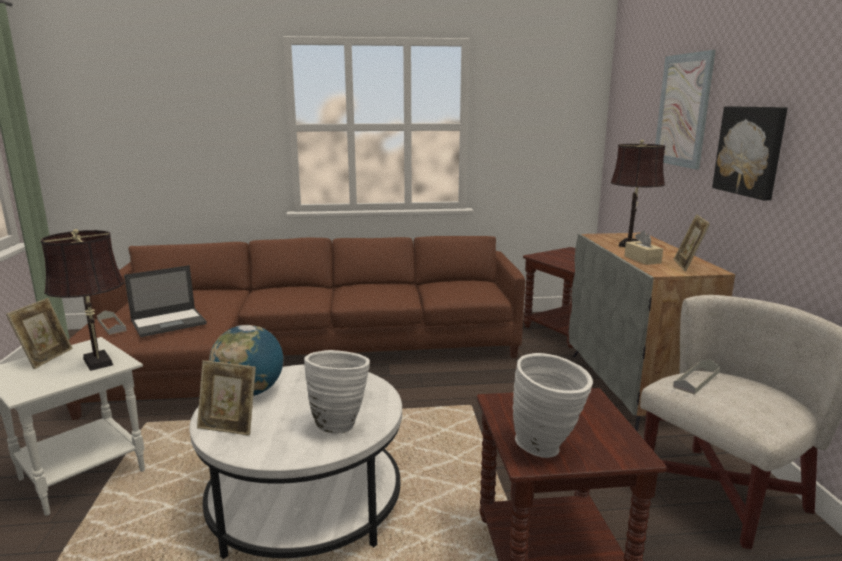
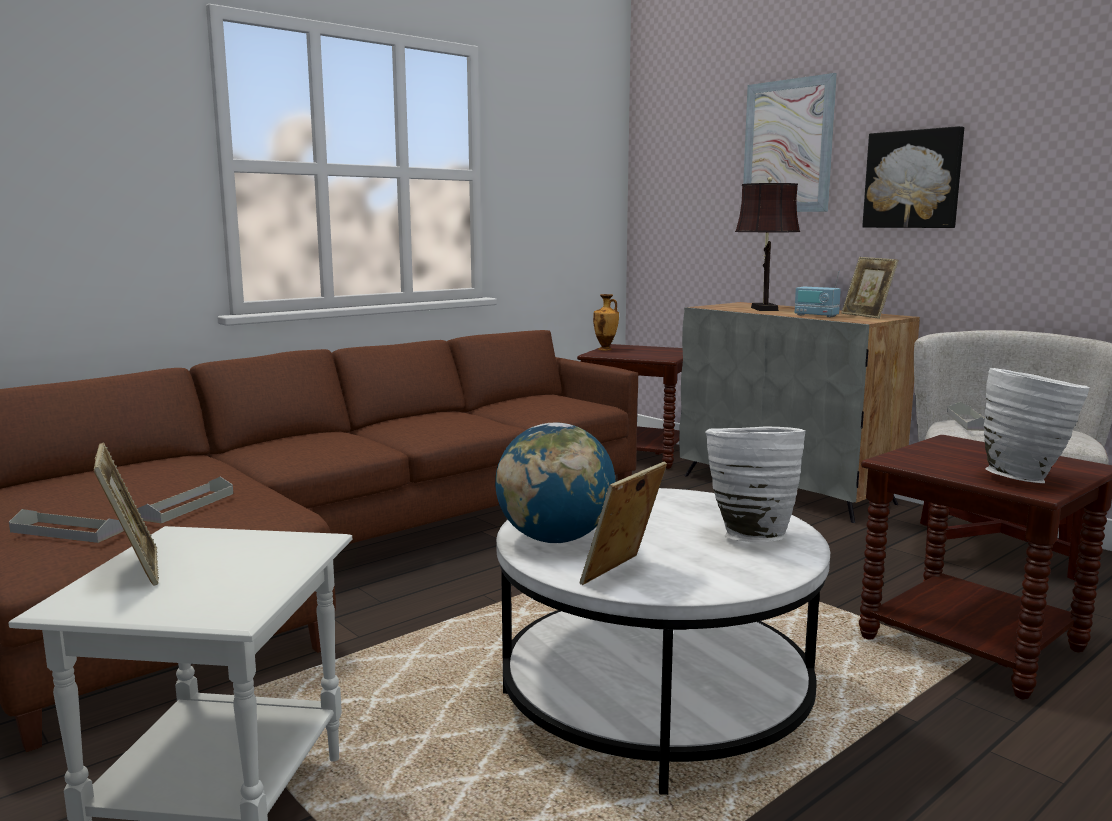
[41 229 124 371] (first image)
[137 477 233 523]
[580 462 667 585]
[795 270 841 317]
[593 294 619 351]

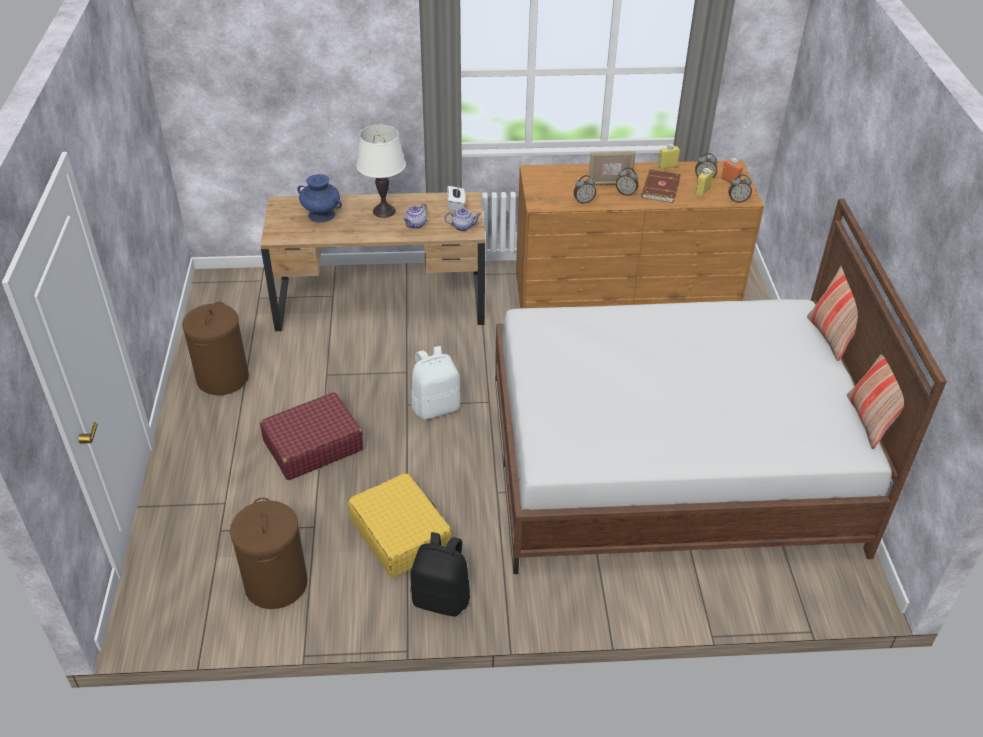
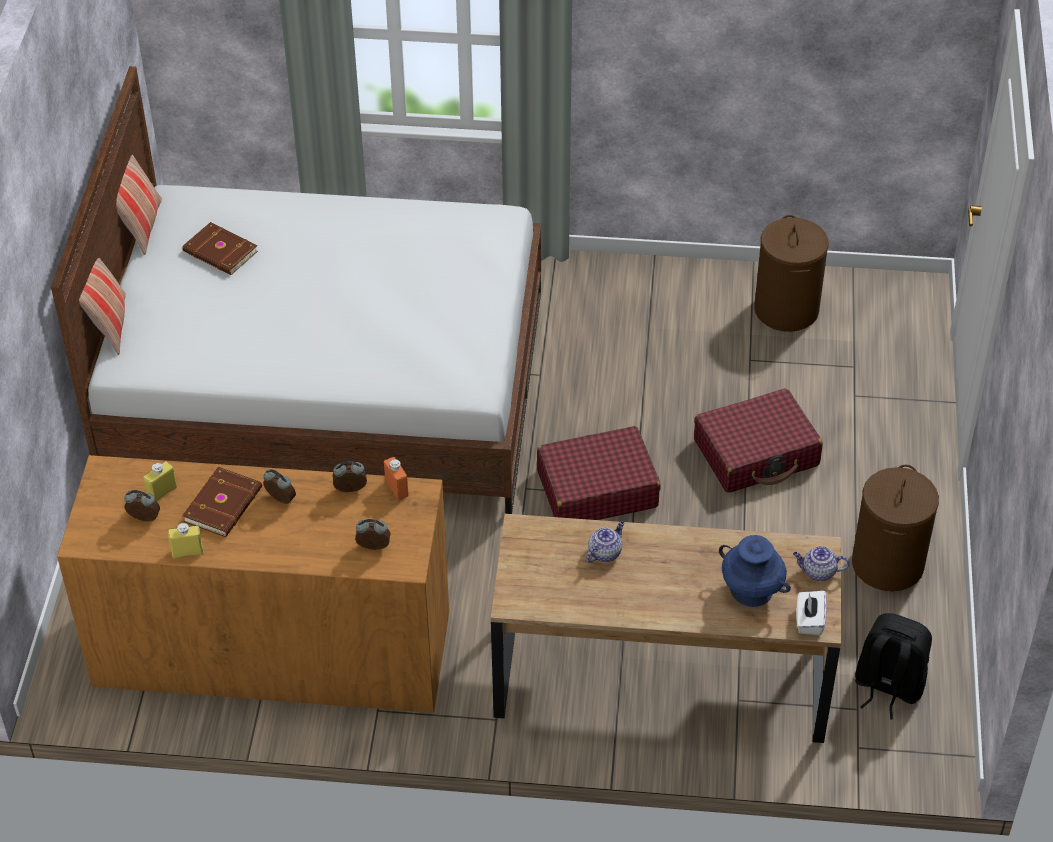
[348 473 452 578] (first image)
[356 125 406 218] (first image)
[855 613 932 719]
[537 426 660 520]
[793 546 850 581]
[796 591 826 635]
[589 151 636 186] (first image)
[384 457 409 500]
[355 519 391 550]
[182 222 258 275]

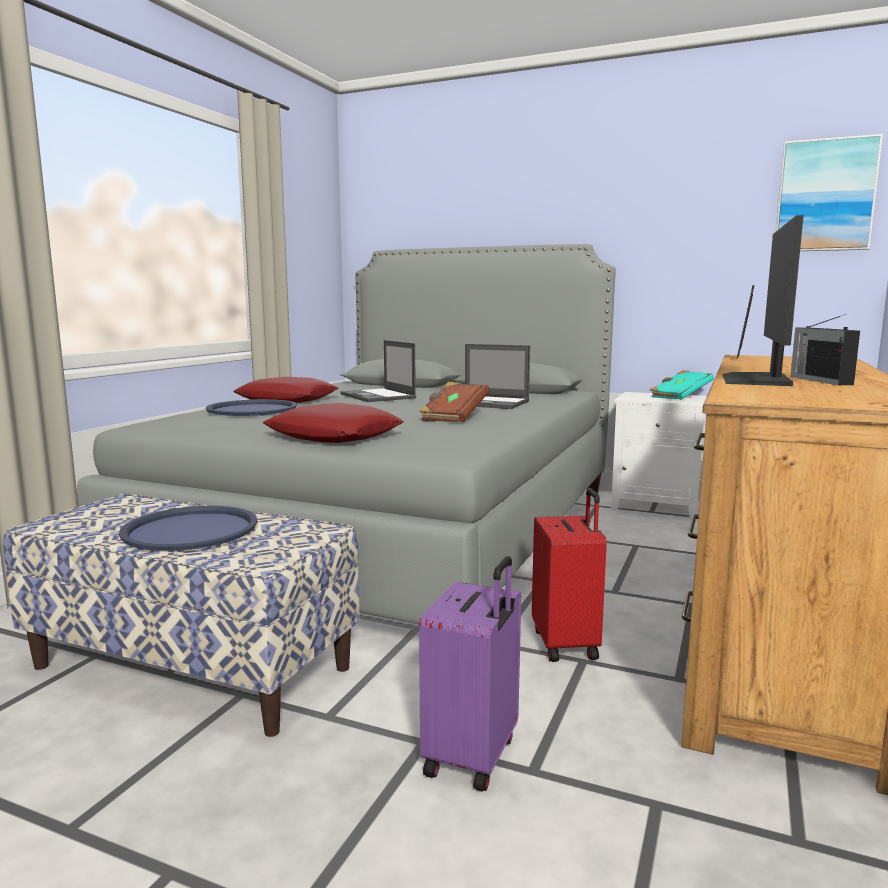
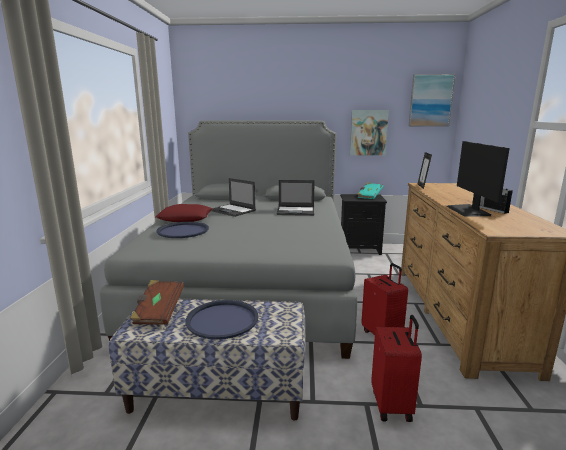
[262 403 404 443] (first image)
[130 280 184 325]
[371 315 422 422]
[340 194 387 255]
[350 110 389 156]

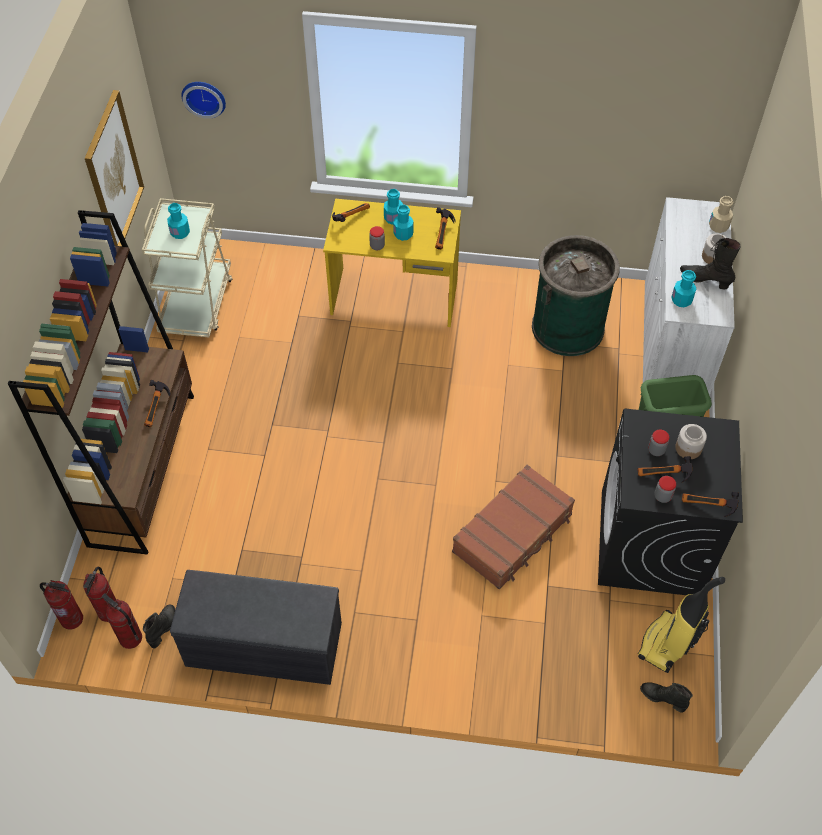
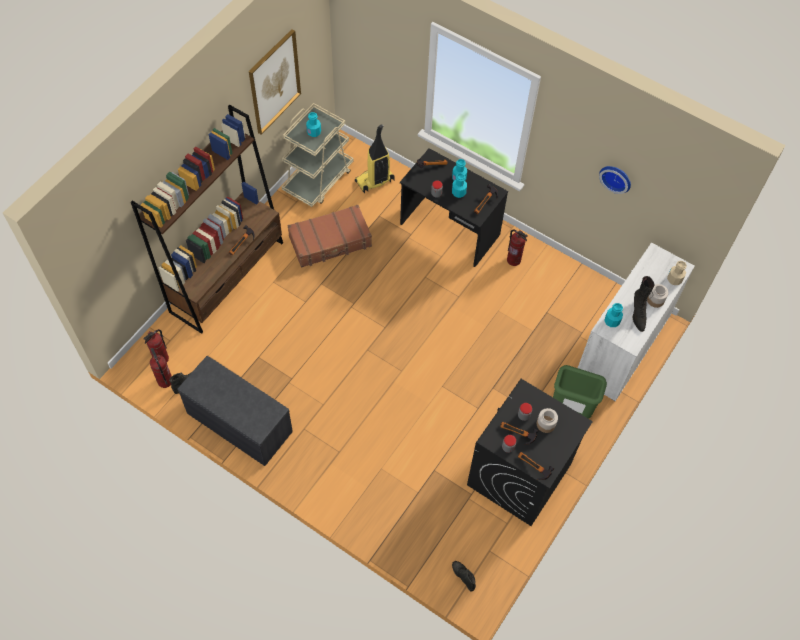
[507 229 528 266]
[599 166 631 194]
[400 148 508 267]
[287 205 372 268]
[532 235 620 356] (first image)
[355 124 395 193]
[633 276 655 332]

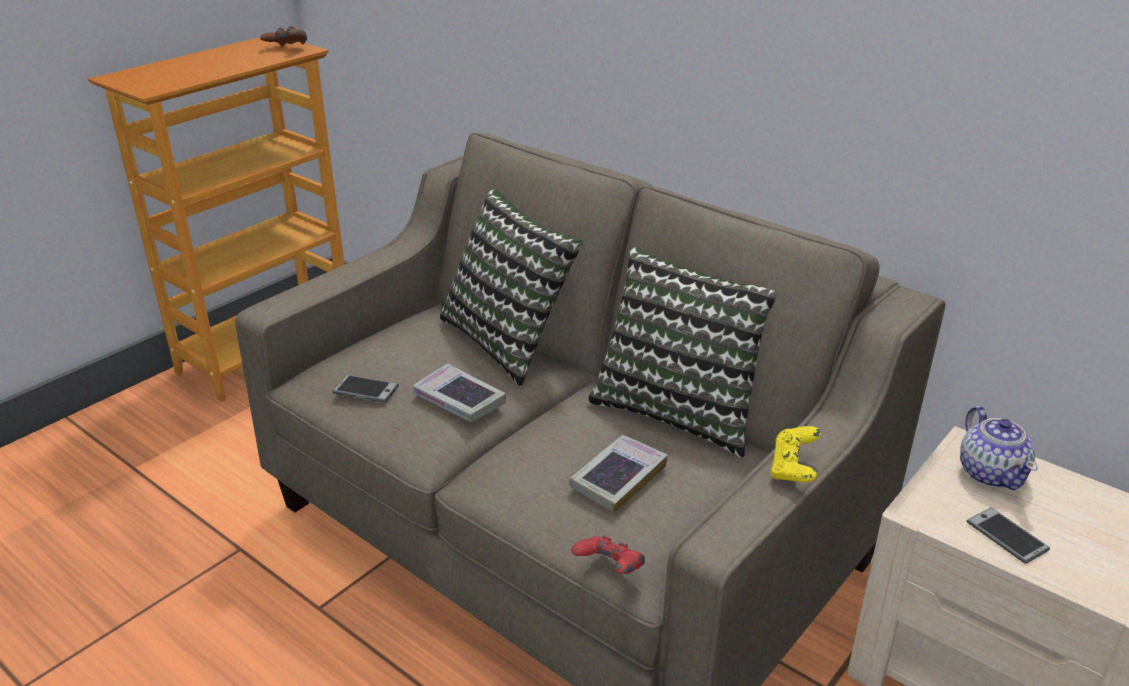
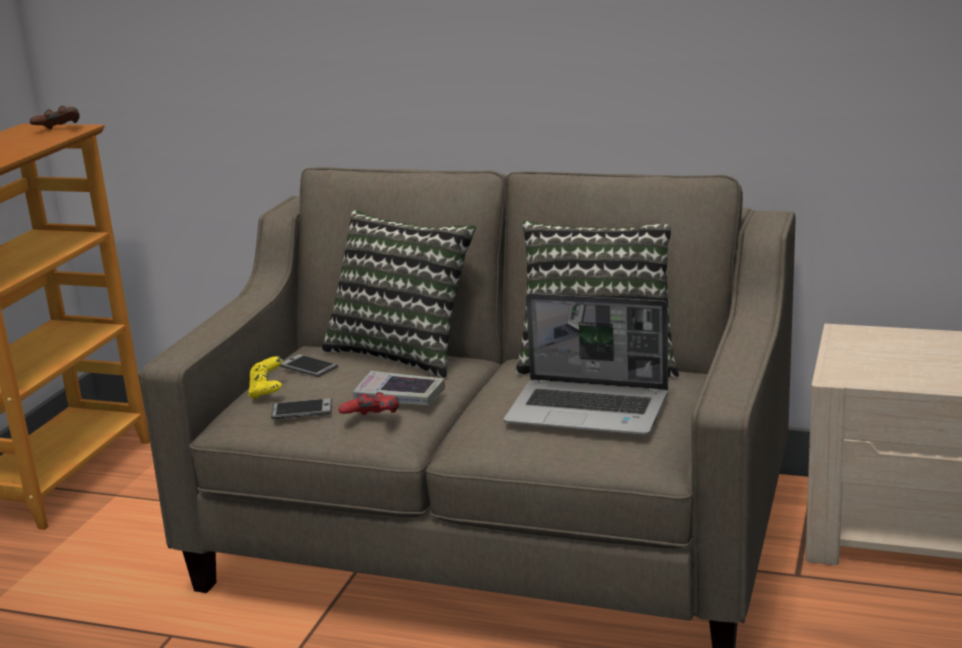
[504 293 668 435]
[338 392 399 415]
[248 356 283 399]
[960 406 1038 490] (first image)
[280 354 338 377]

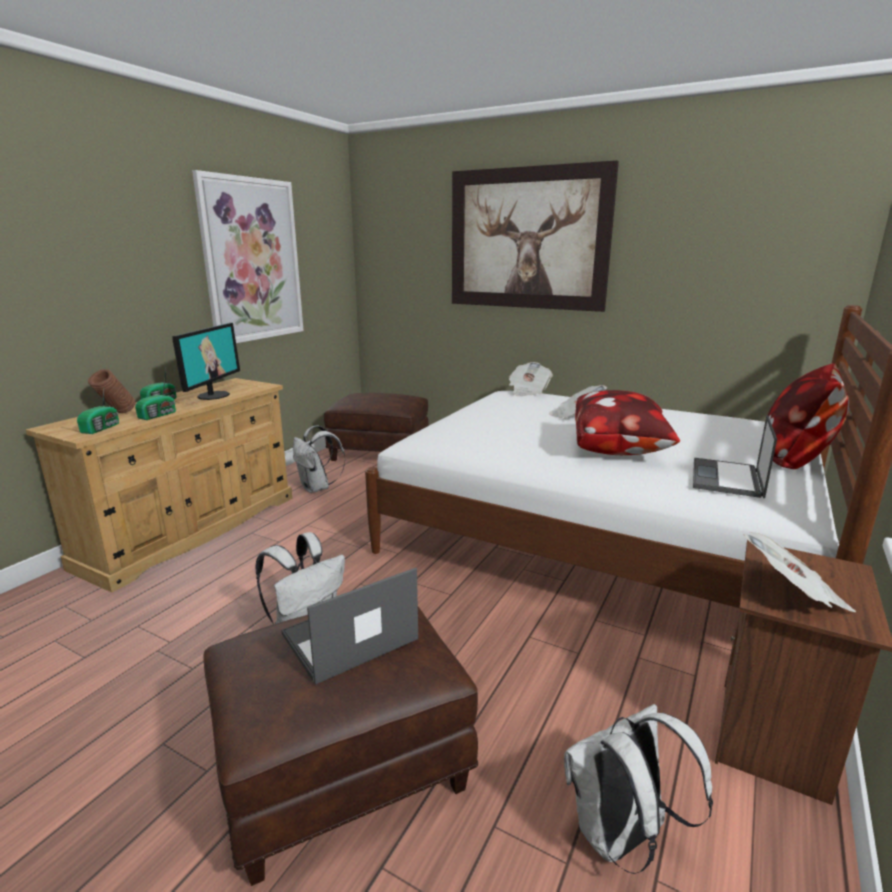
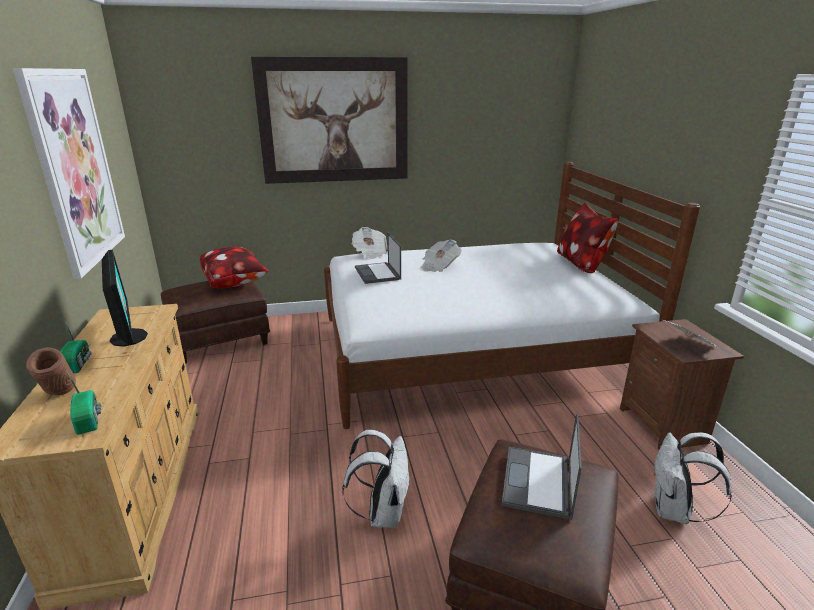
[135 379 176 420] (first image)
[293 425 346 493] (first image)
[200 247 269 288]
[355 233 401 284]

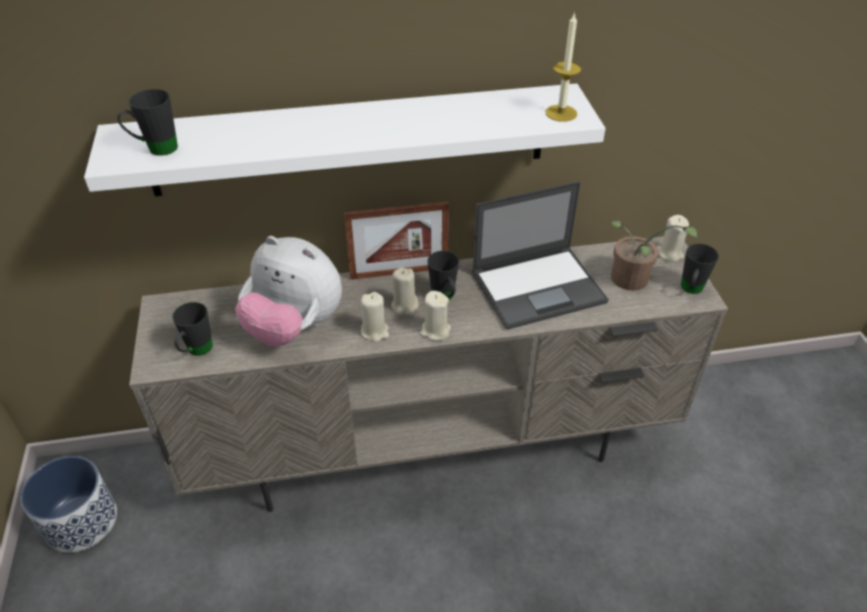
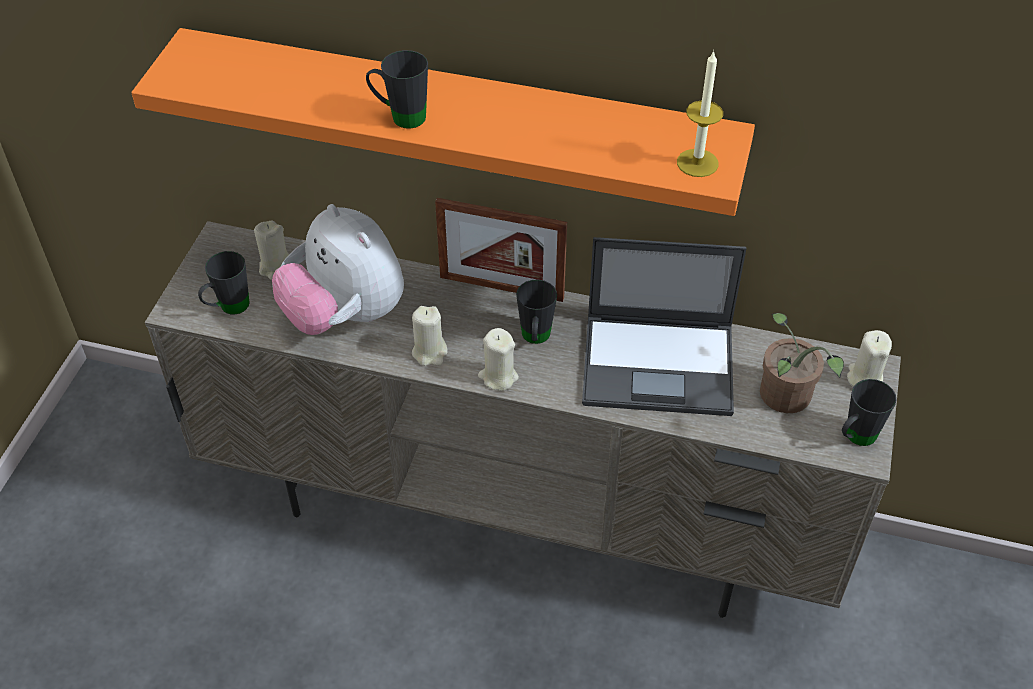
[21 456 117 553] (first image)
[131 28 755 216]
[366 50 428 129]
[254 220 289 280]

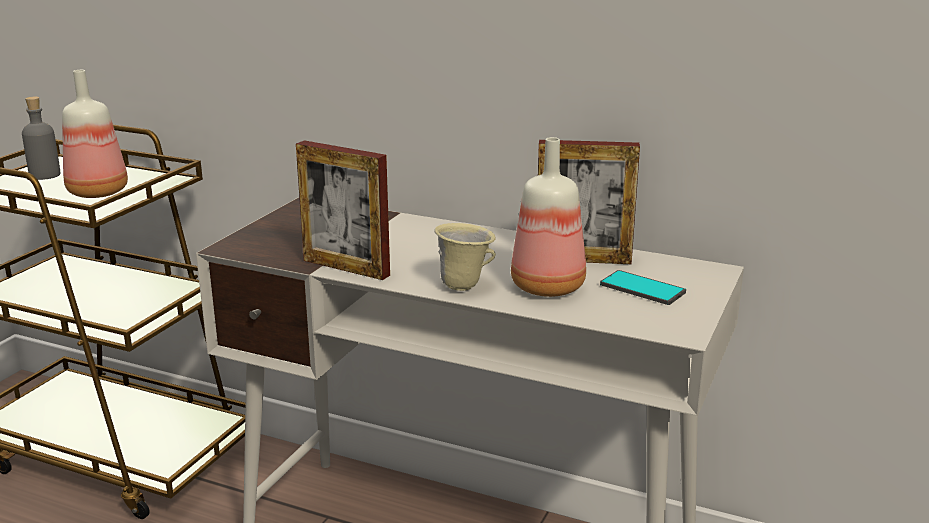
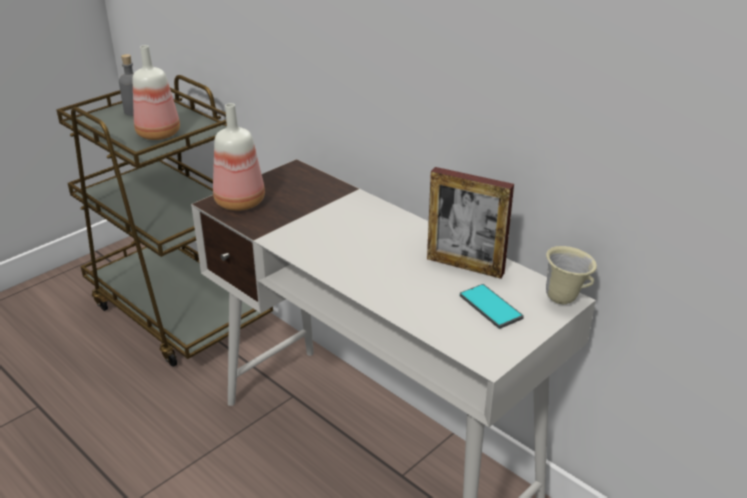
[296 140 390 280] (first image)
[546 246 597 304]
[213 103 265 211]

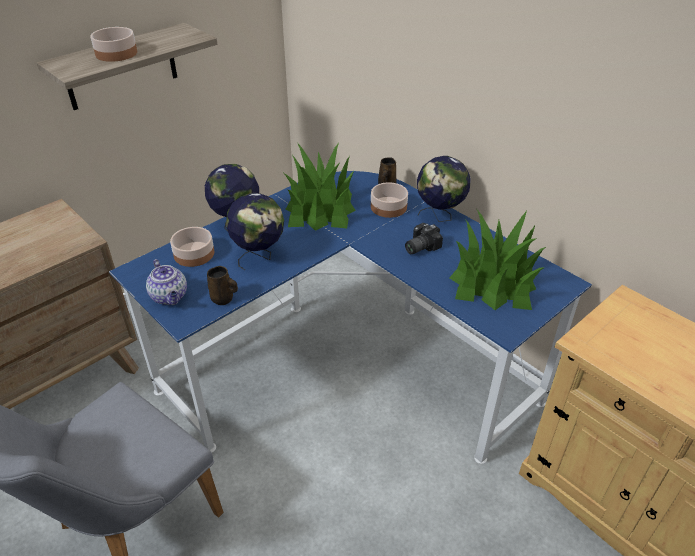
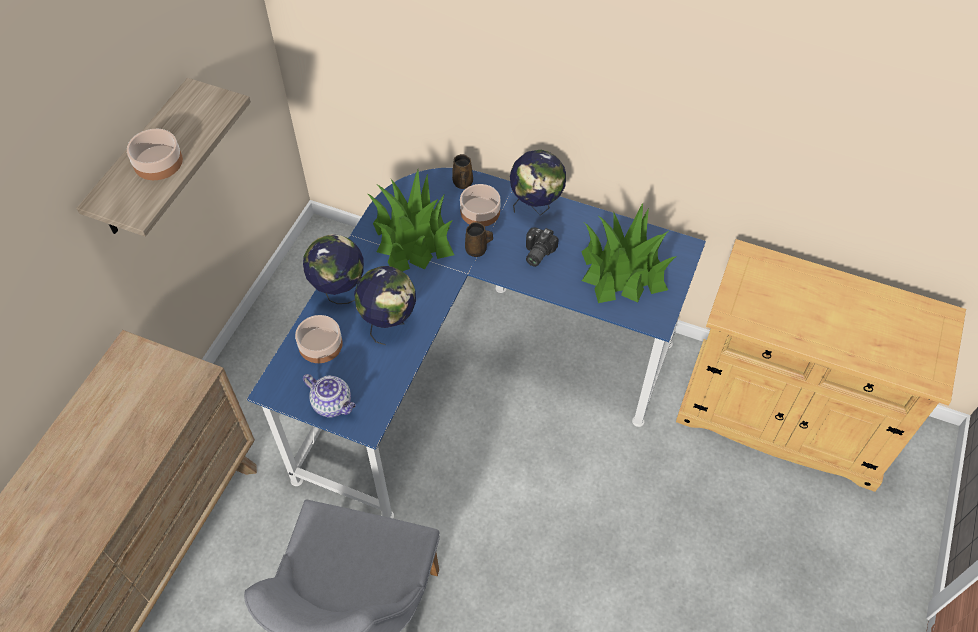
[465 222 493 257]

